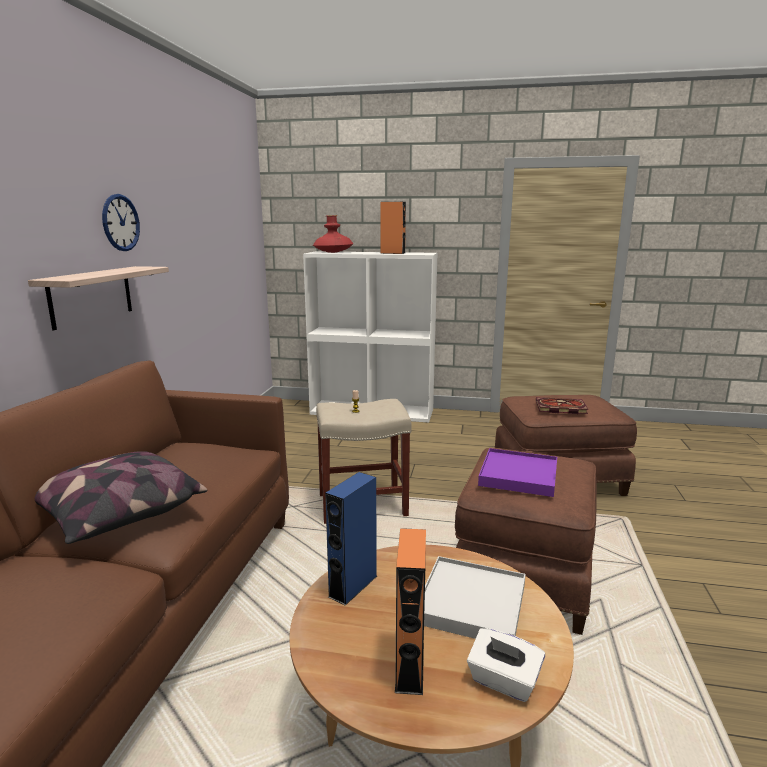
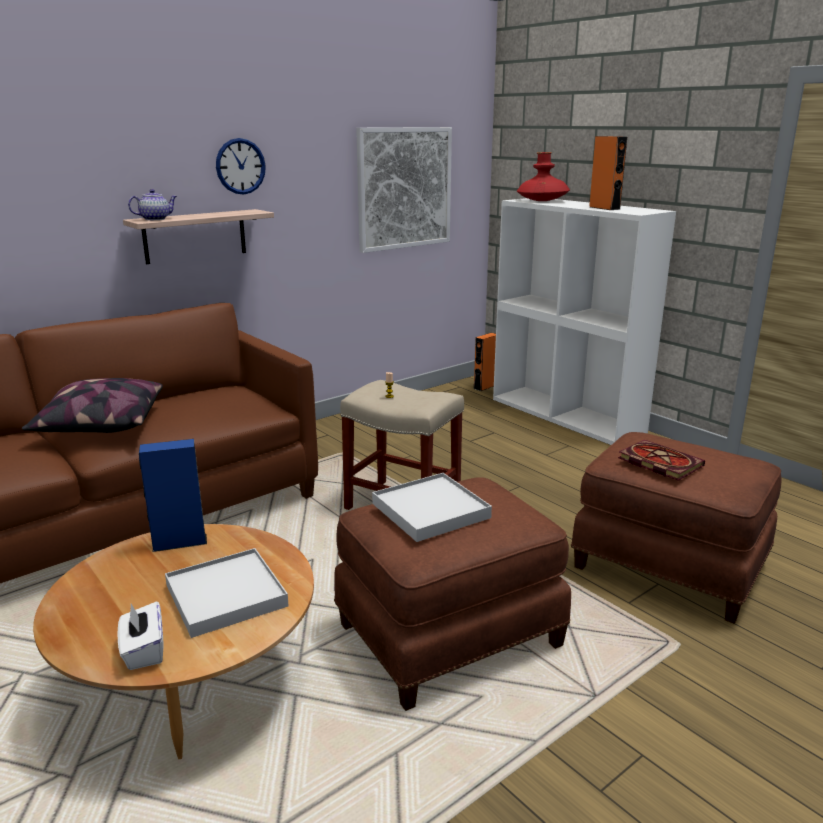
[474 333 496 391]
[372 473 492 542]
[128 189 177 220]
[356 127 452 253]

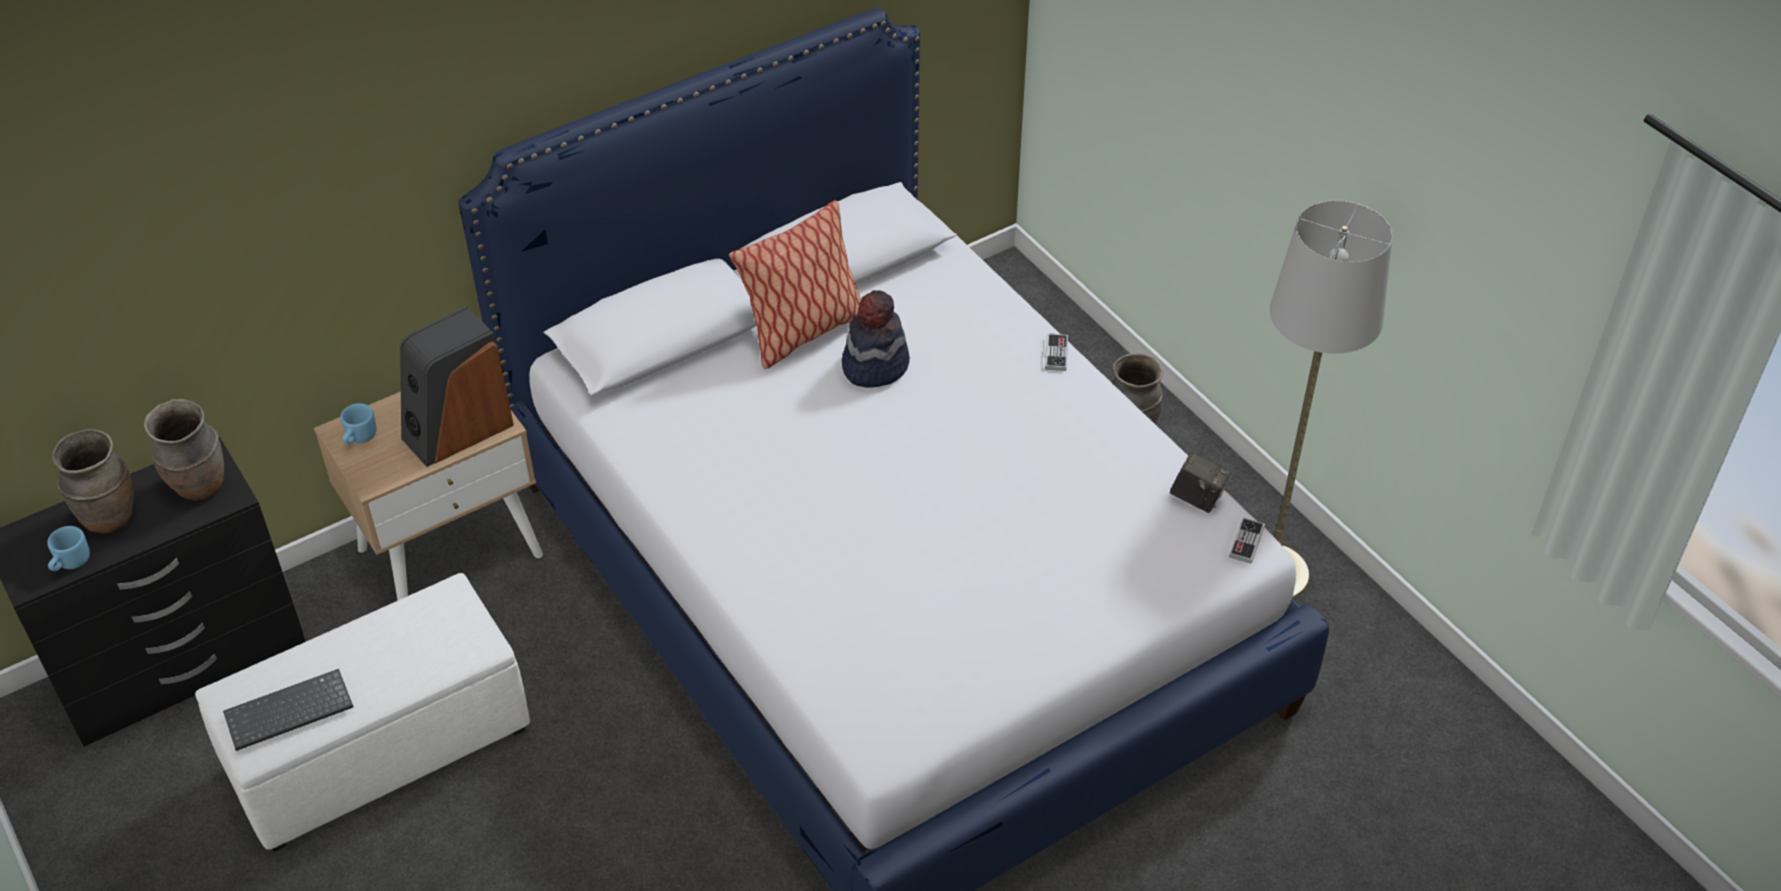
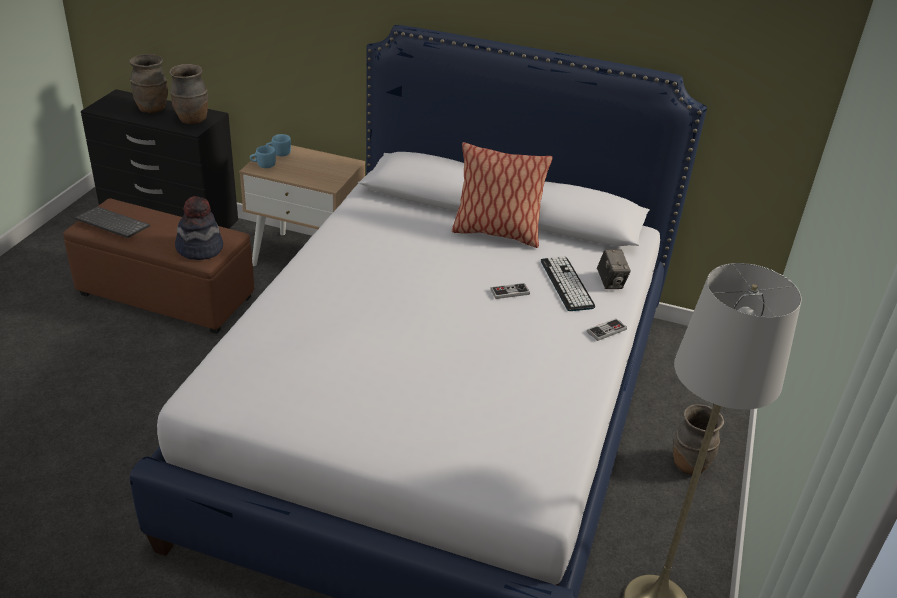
[250 145 276 168]
[63 198 254 334]
[400 306 514 467] (first image)
[175 196 223 260]
[597 250 631 289]
[490 283 530 299]
[541 256 595 311]

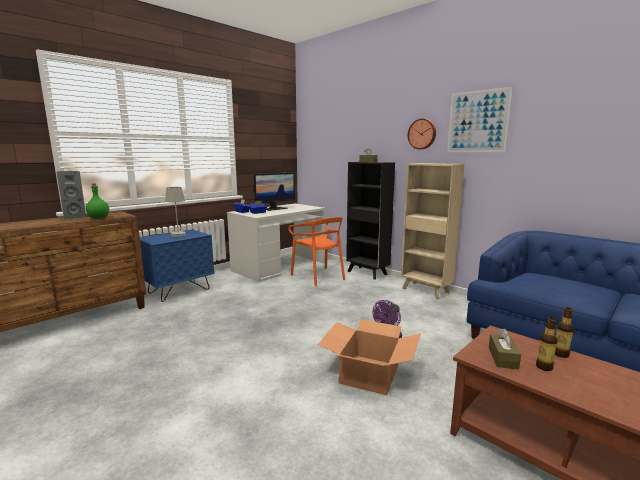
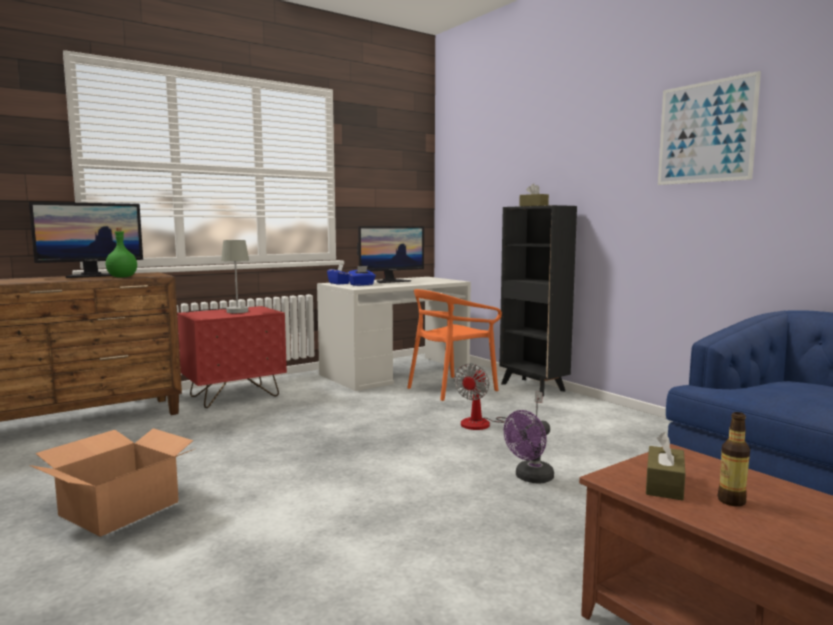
[29 202 143 278]
[177 306 287 408]
[407 289 502 401]
[29 428 194 537]
[401 163 465 299] (first image)
[408 118 436 149] (first image)
[555 307 574 358] (first image)
[454 363 543 430]

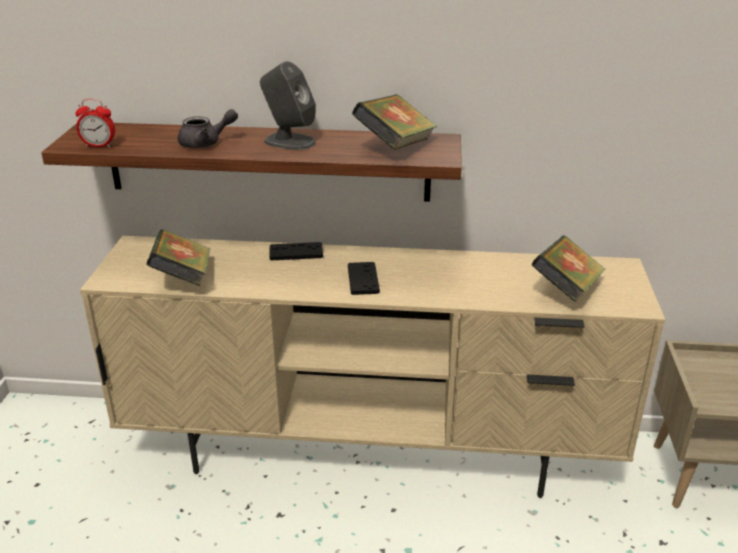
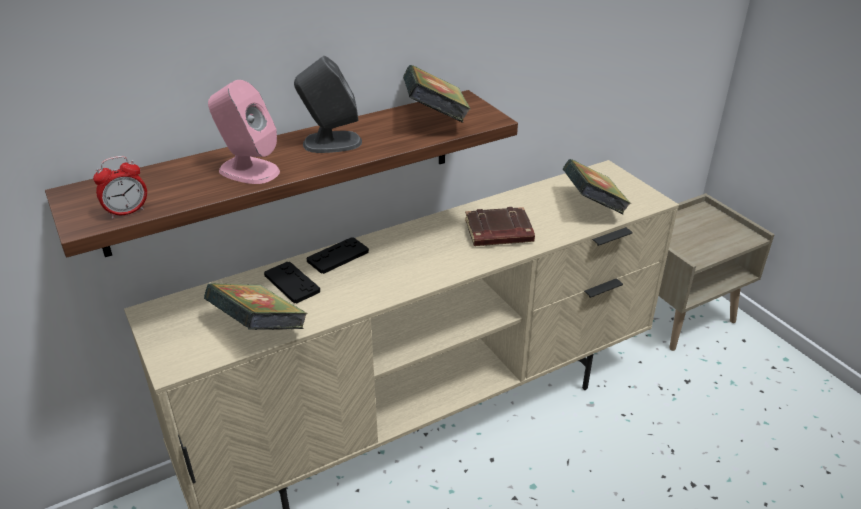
[208 80 280 184]
[264 261 320 304]
[465 207 535 246]

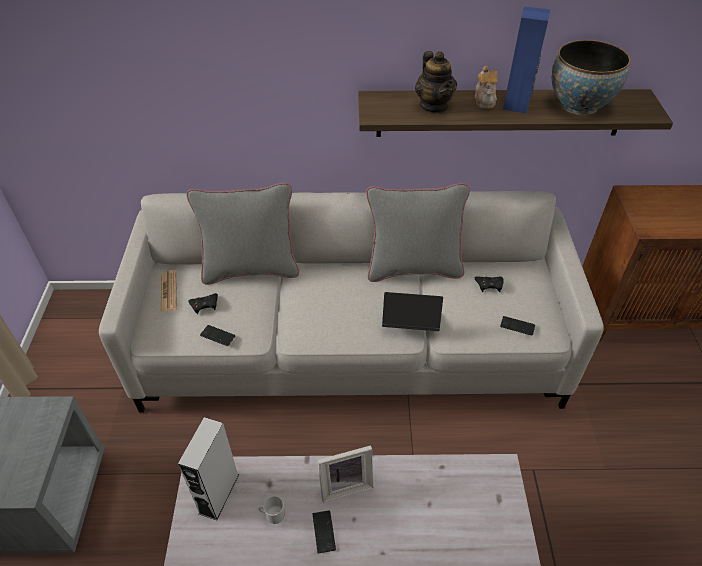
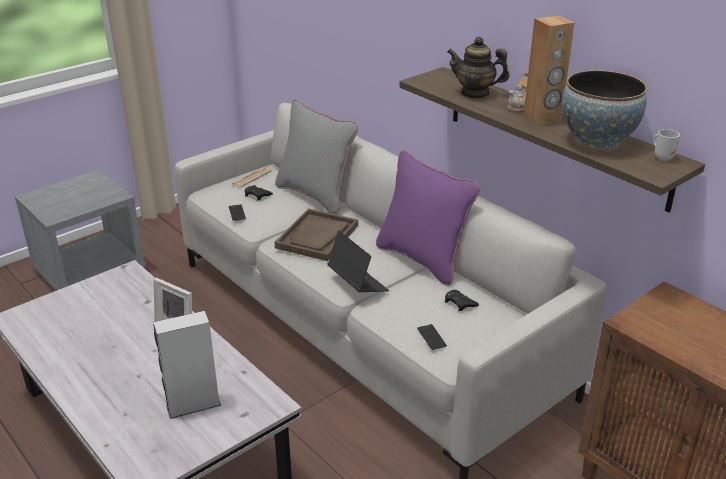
[153 311 221 419]
[653 129 680 161]
[313 510 336 553] (first image)
[376 150 480 286]
[447 37 510 99]
[524 15 575 126]
[274 208 358 261]

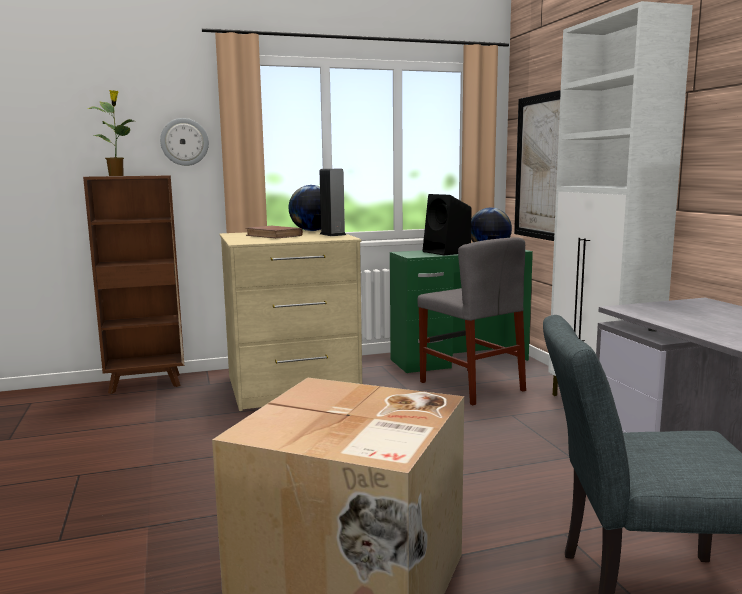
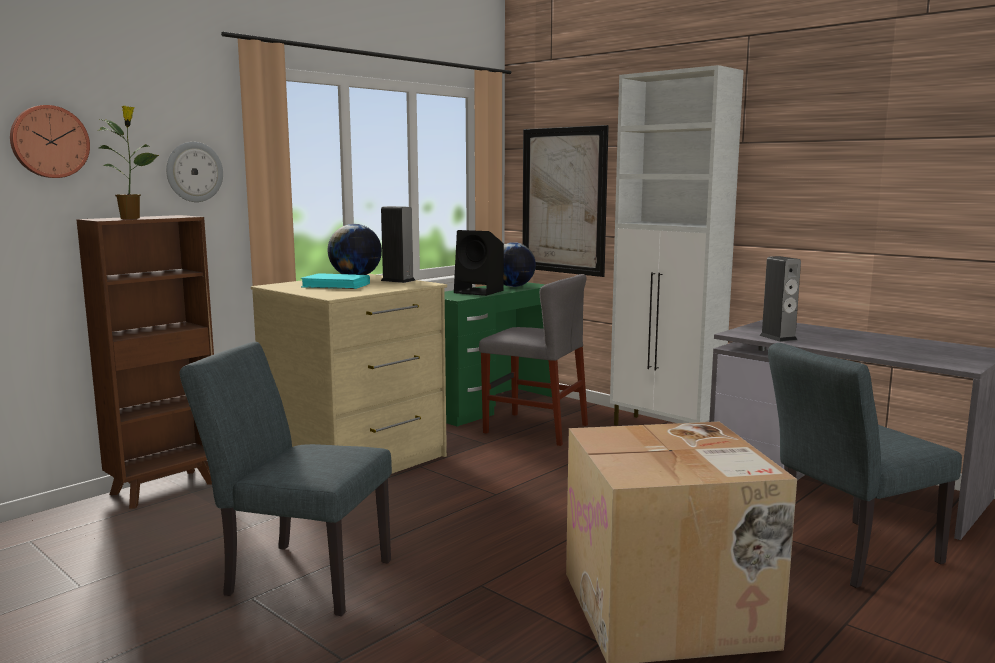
[300 273 370 289]
[10 105 90 178]
[180 342 392 616]
[759 256 801 342]

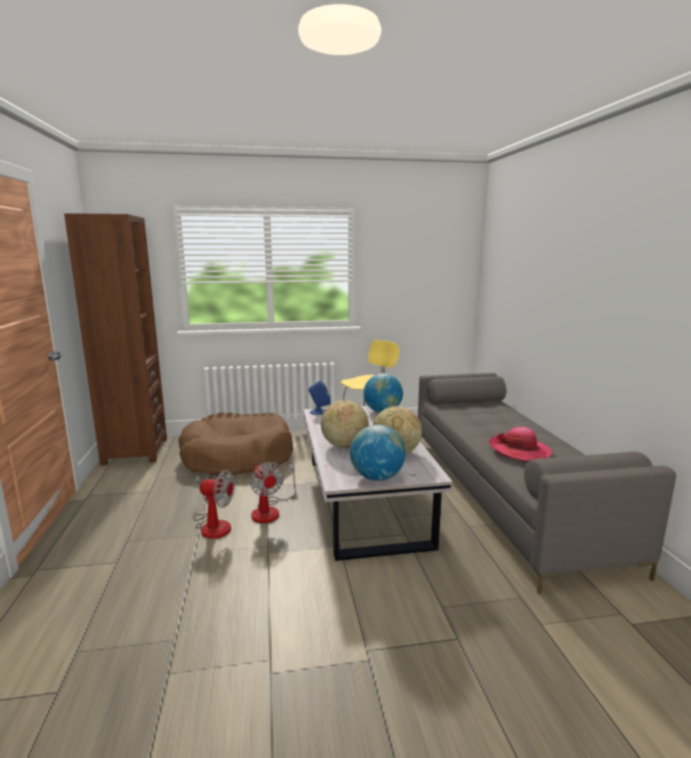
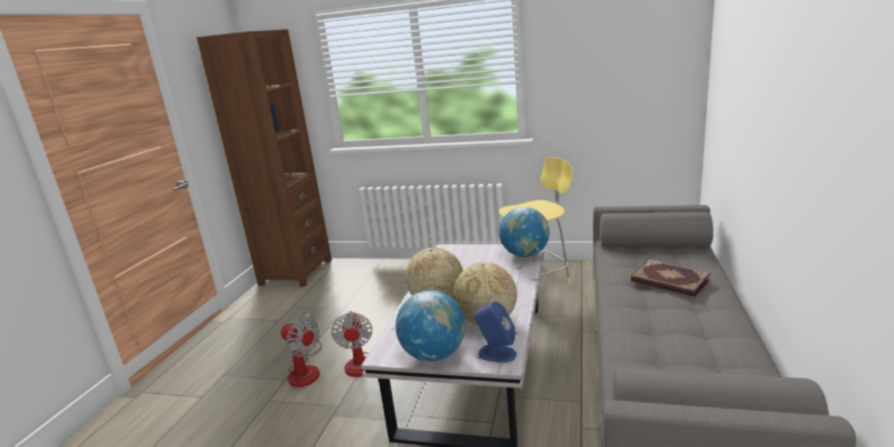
[178 412 293 476] (first image)
[474 301 517 363]
[489 427 553 461] (first image)
[631 259 711 297]

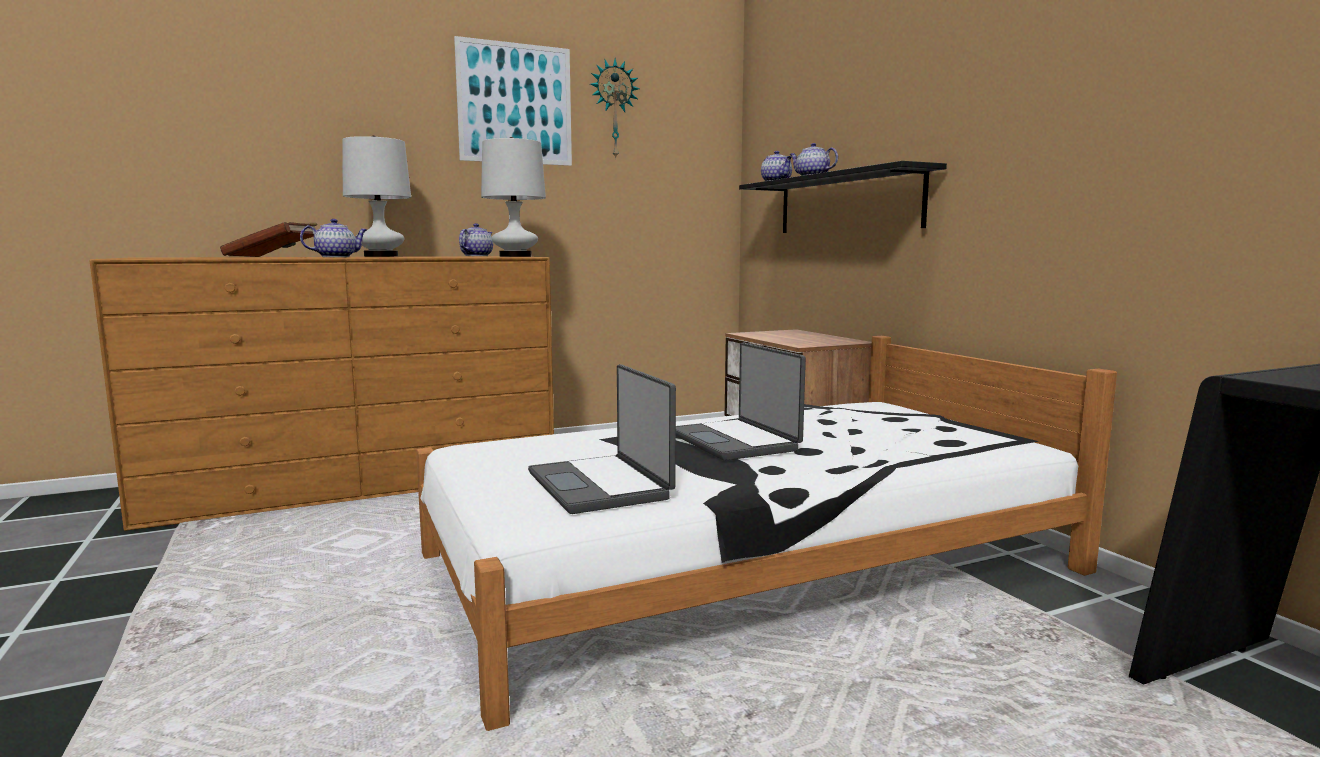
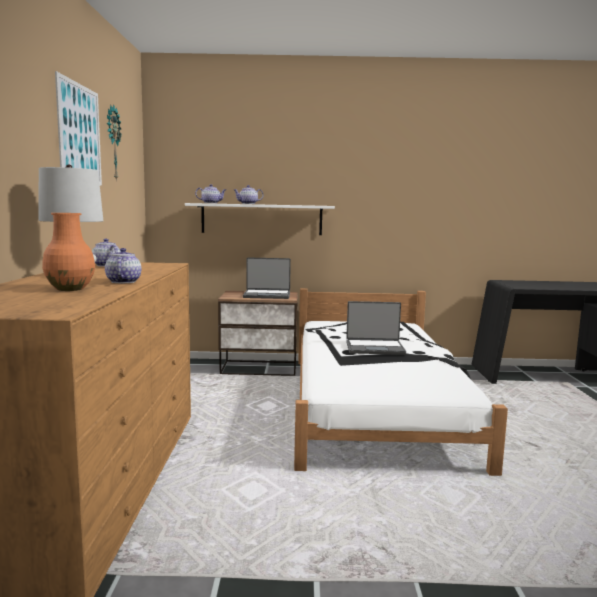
[42 213 95 291]
[481 137 546 257] (first image)
[243 257 291 299]
[185 203 335 235]

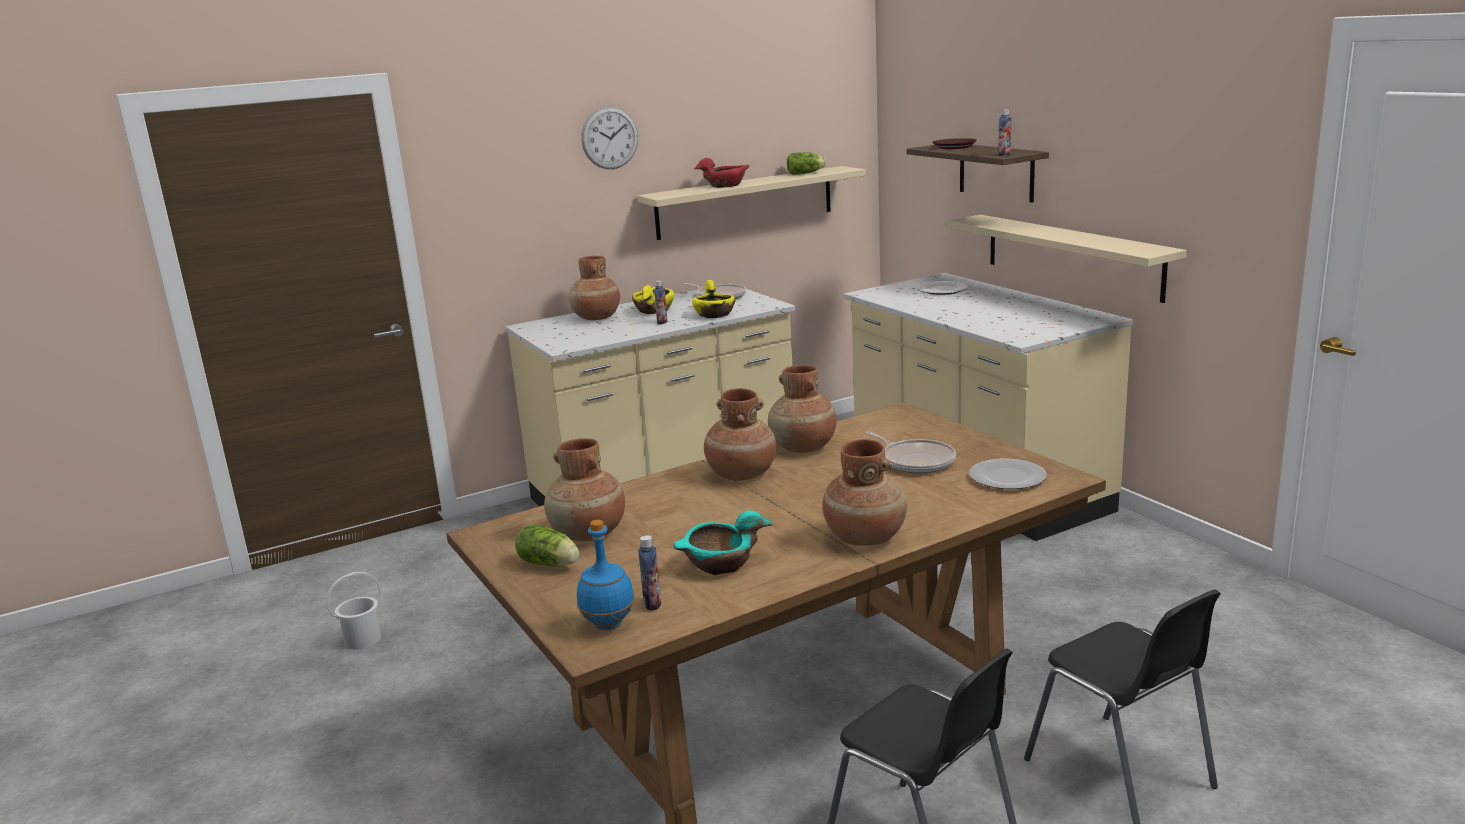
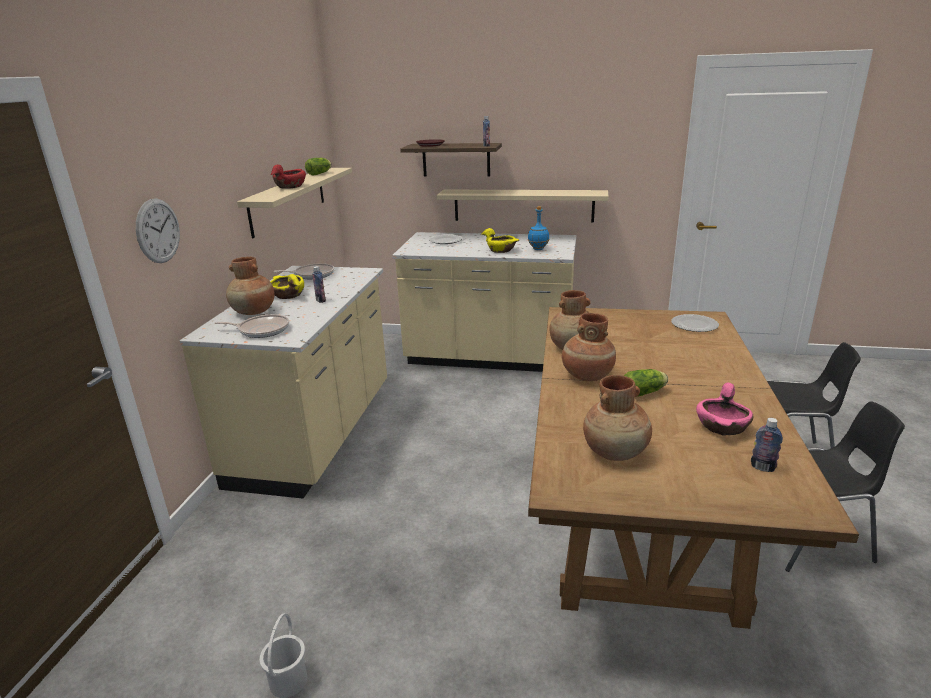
[624 369 668 397]
[528 206 549 250]
[136 198 180 263]
[696 382 753 435]
[481 228 519 253]
[822 439 907 546] (first image)
[214 314 289 338]

